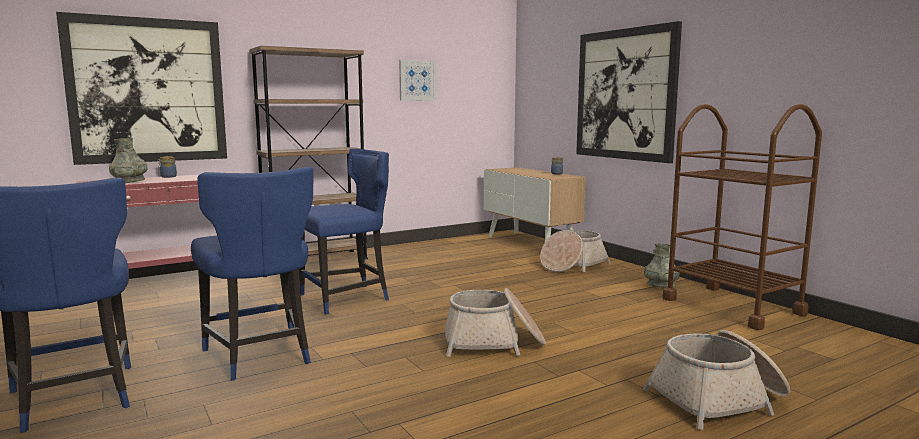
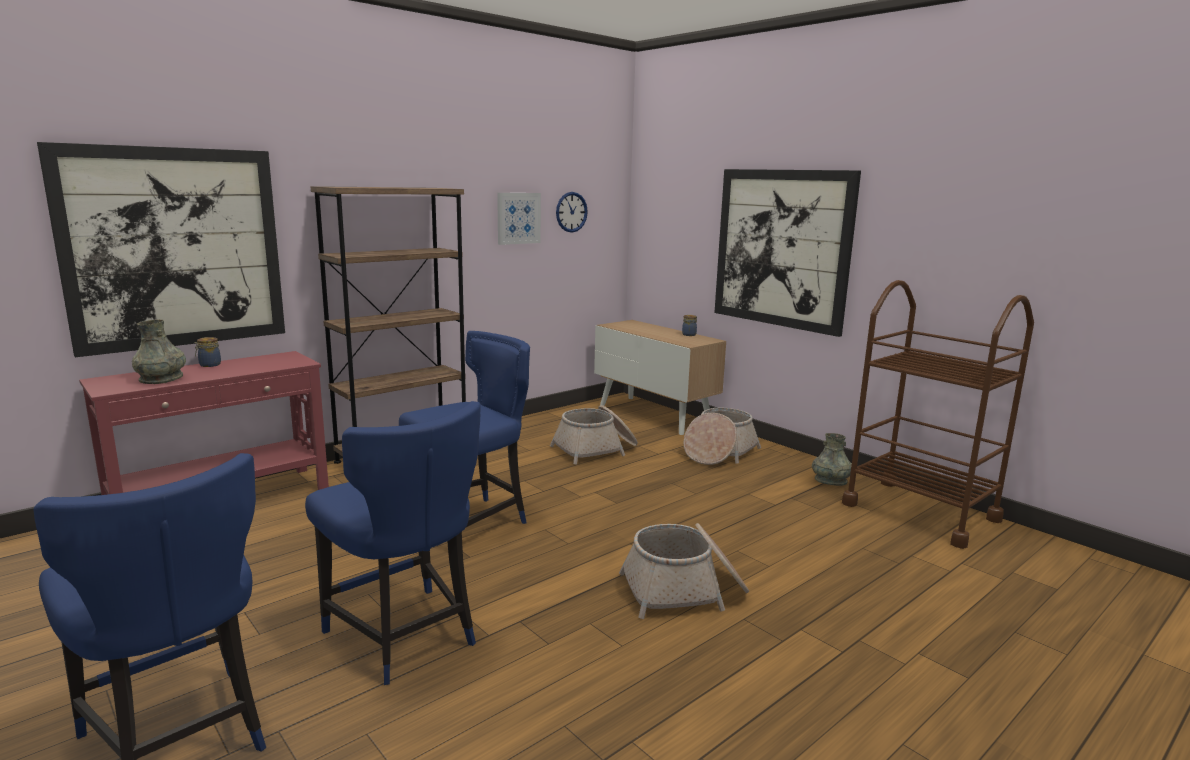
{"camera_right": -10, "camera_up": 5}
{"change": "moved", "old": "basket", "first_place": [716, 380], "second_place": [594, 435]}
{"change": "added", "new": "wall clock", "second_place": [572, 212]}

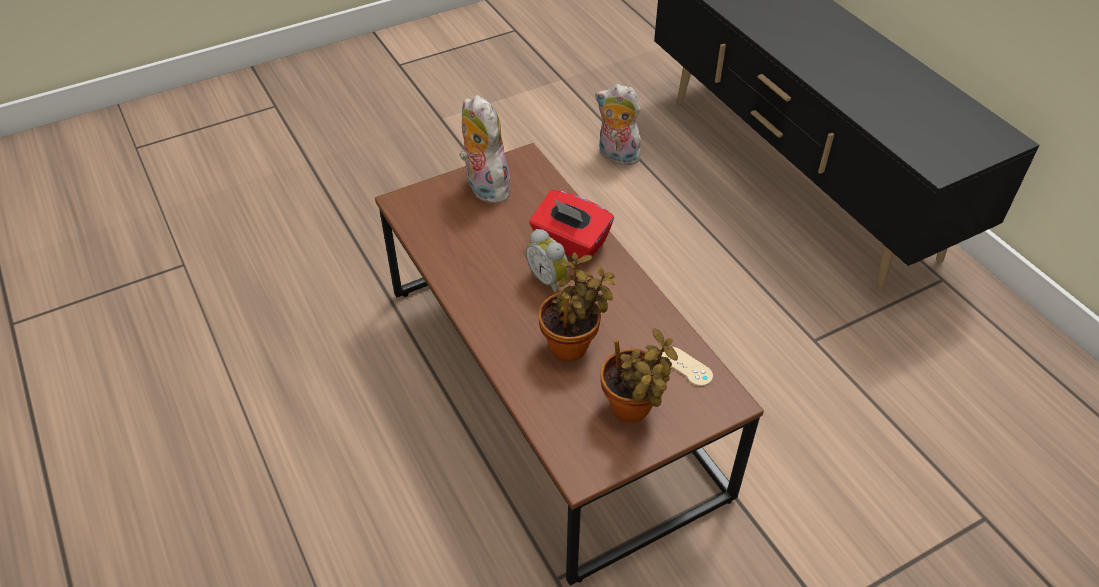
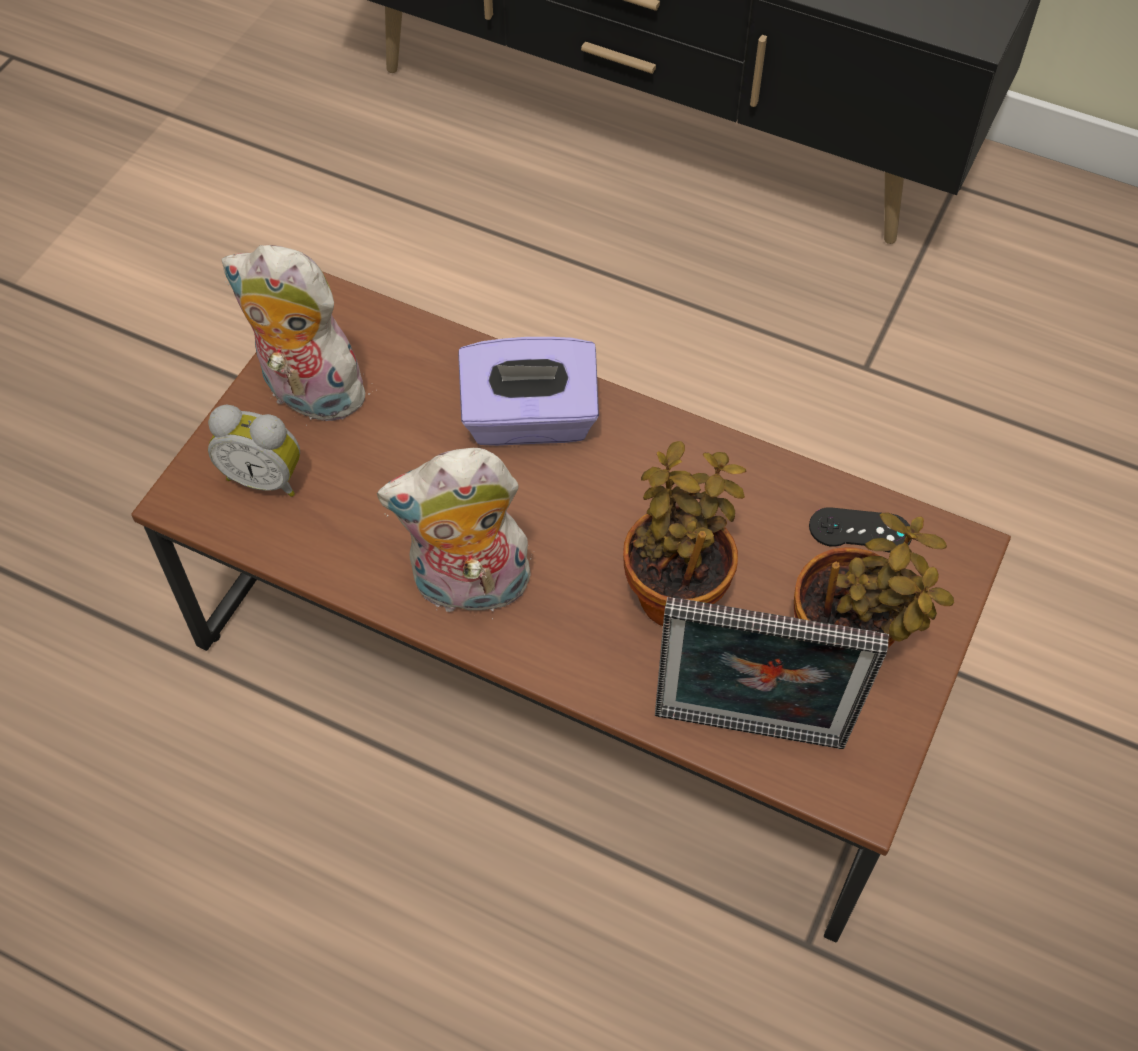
{"camera_right": -35, "camera_up": 10}
{"change": "moved", "old": "alarm clock", "first_place": [547, 261], "second_place": [254, 451]}
{"change": "recoloured", "old": "tissue box/red", "new": "tissue box/purple", "first_place": [571, 226], "second_place": [528, 391]}
{"change": "moved", "old": "plush toy", "first_place": [619, 124], "second_place": [454, 534]}
{"change": "recoloured", "old": "game controller/beige", "new": "game controller/black", "first_place": [687, 366], "second_place": [860, 530]}
{"change": "added", "new": "picture frame", "second_place": [772, 673]}

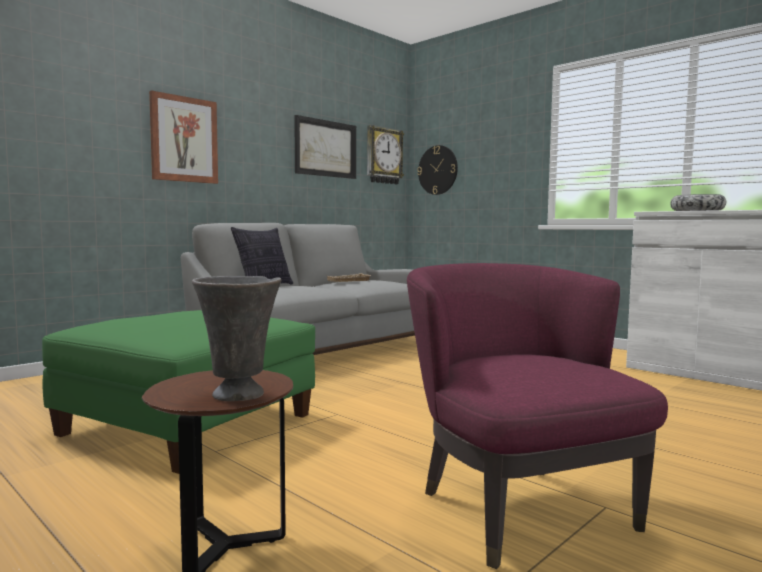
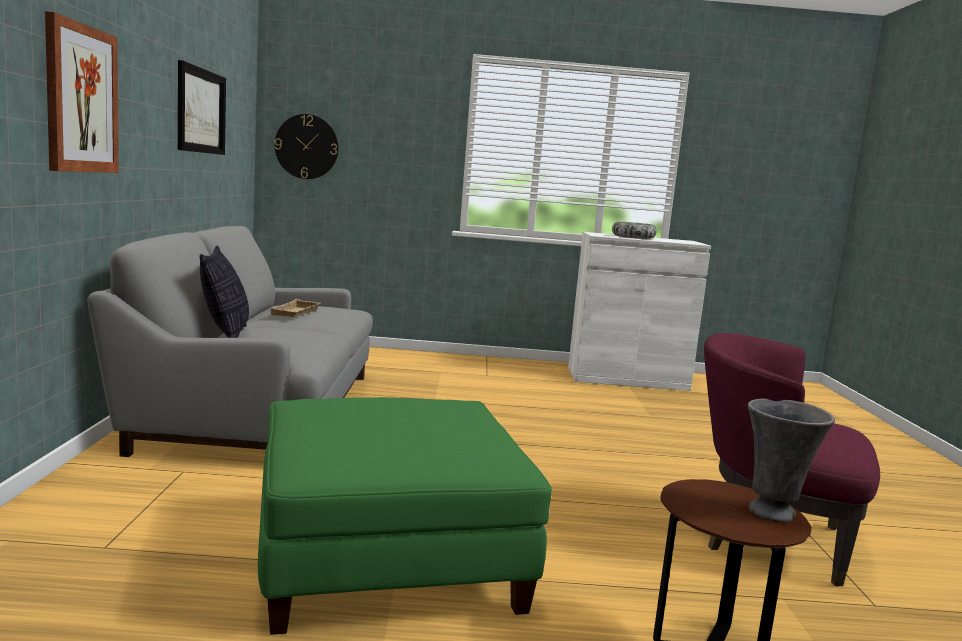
{"camera_right": -45, "camera_up": 5}
{"change": "removed", "old": "wall clock", "first_place": [385, 154]}

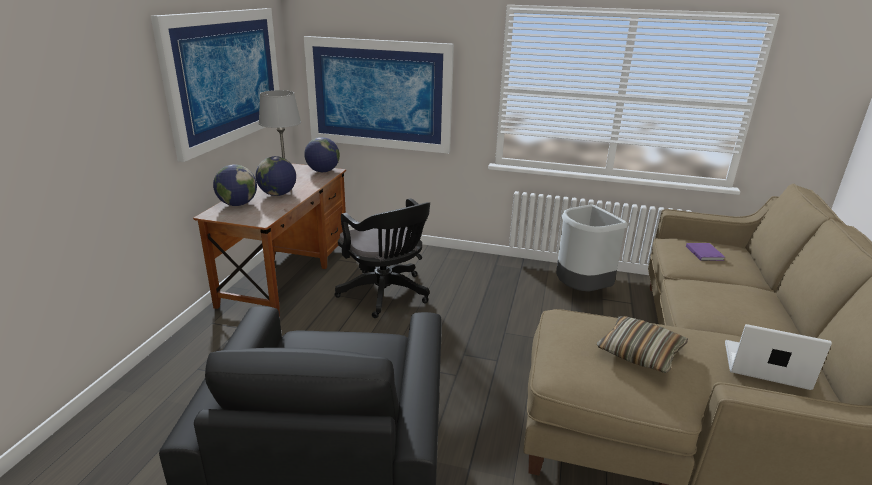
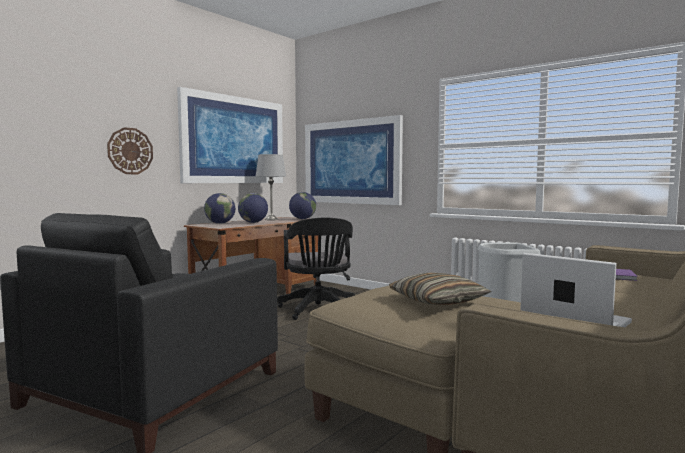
{"camera_right": 25, "camera_up": -20}
{"change": "added", "new": "wall clock", "second_place": [130, 150]}

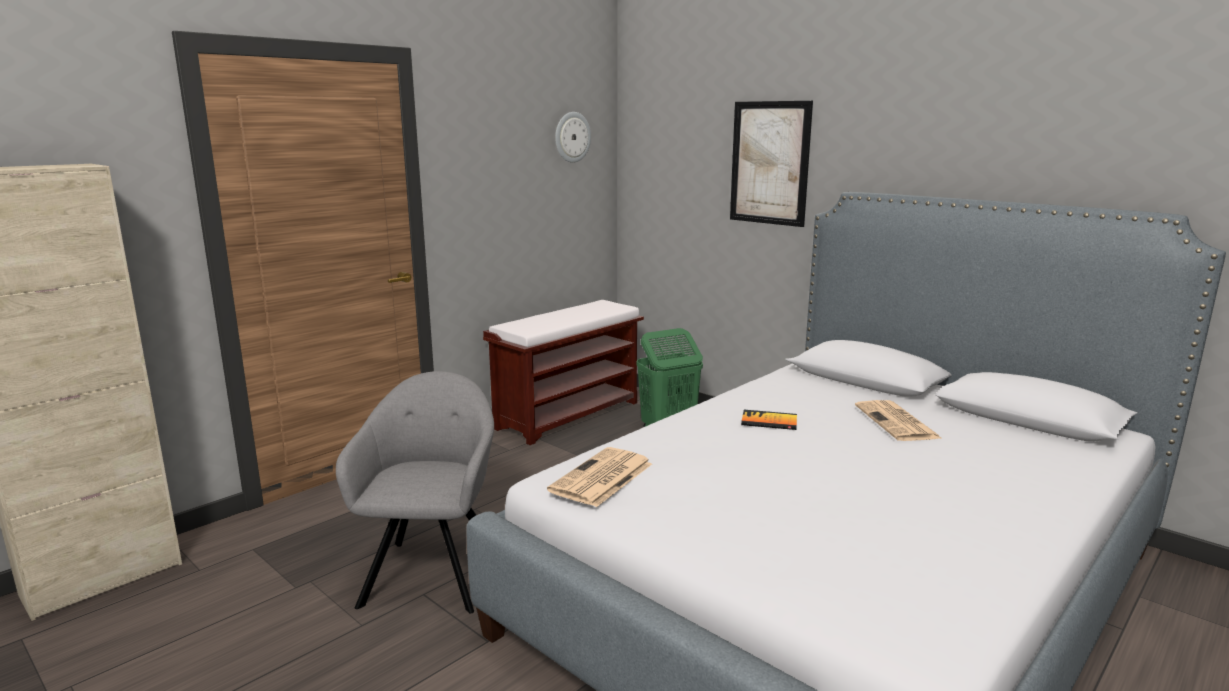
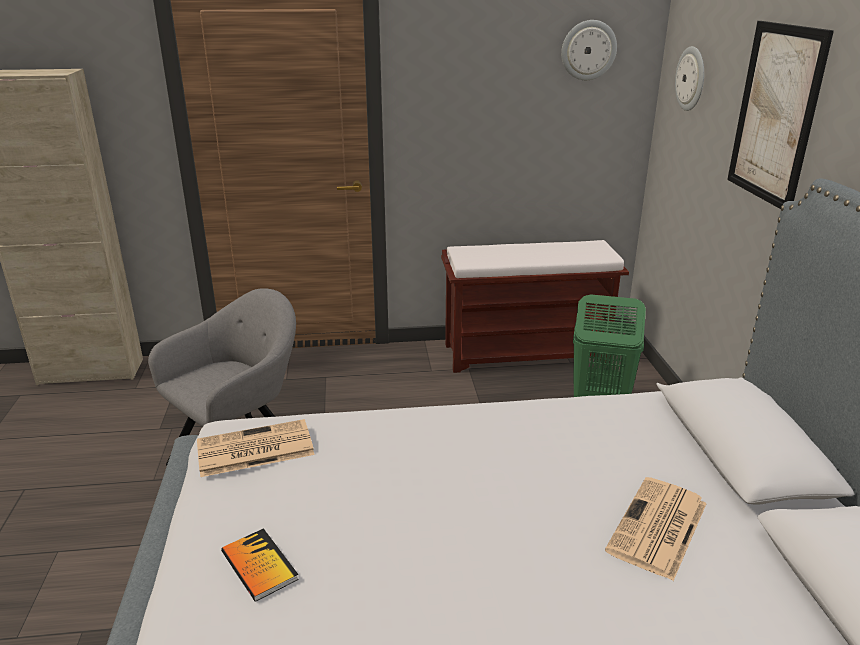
{"camera_right": 40, "camera_up": 10}
{"change": "moved", "old": "book", "first_place": [769, 420], "second_place": [260, 564]}
{"change": "added", "new": "wall clock", "second_place": [689, 78]}

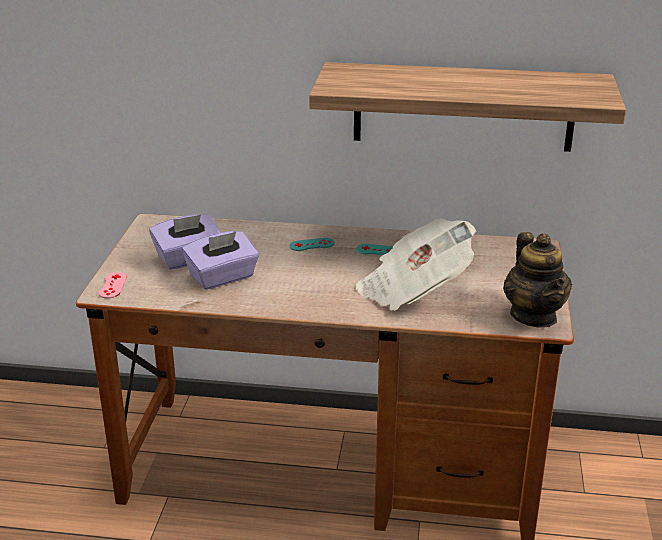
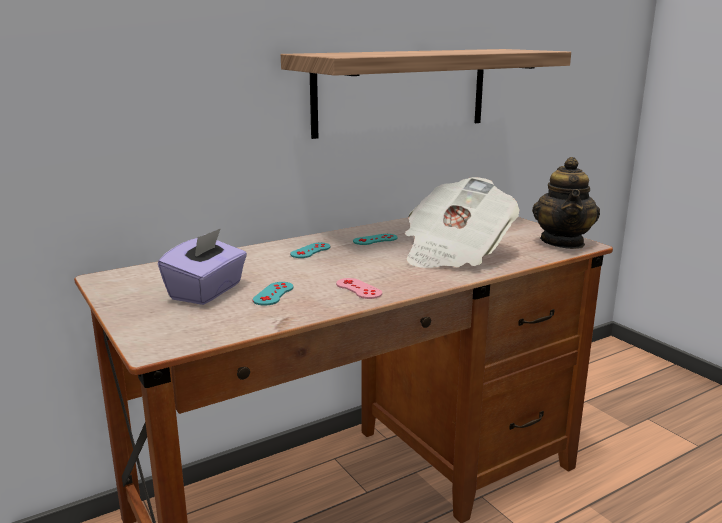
{"camera_right": -40, "camera_up": -10}
{"change": "moved", "old": "game controller/pink", "first_place": [112, 285], "second_place": [359, 288]}
{"change": "replaced", "old": "tissue box/purple", "new": "game controller/turquoise", "first_place": [220, 260], "second_place": [273, 294]}
{"change": "turned", "old": "teapot", "first_place": [537, 280], "second_place": [566, 203], "degrees": 60}

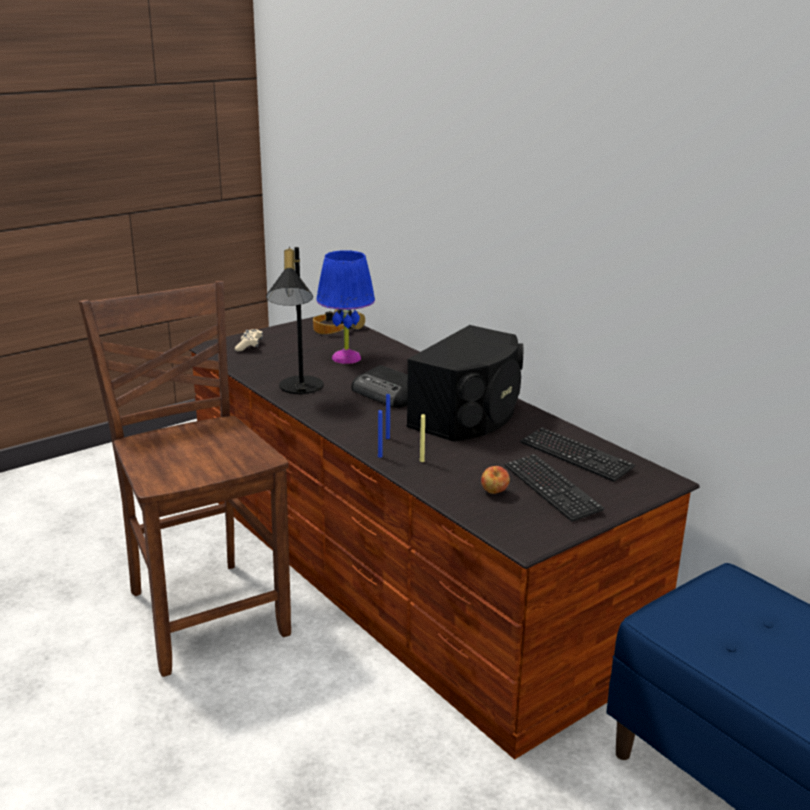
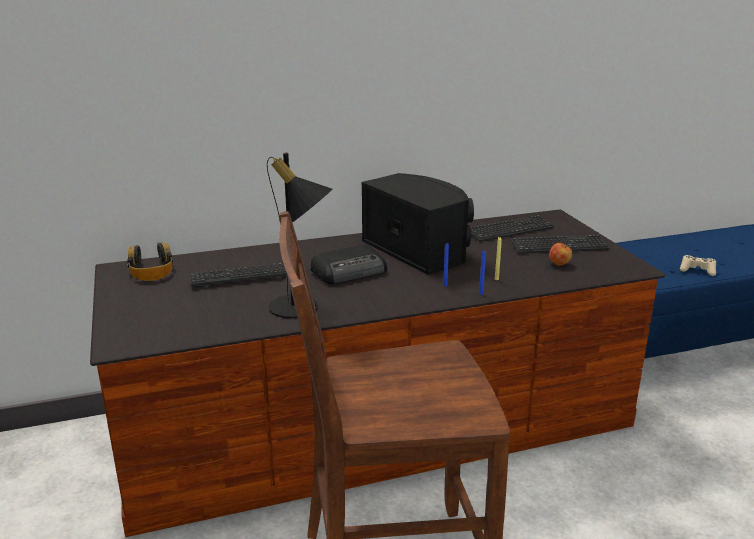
{"camera_right": -70, "camera_up": 0}
{"change": "moved", "old": "game controller/beige", "first_place": [249, 340], "second_place": [698, 265]}
{"change": "replaced", "old": "table lamp/blue", "new": "keyboard", "first_place": [345, 307], "second_place": [238, 275]}

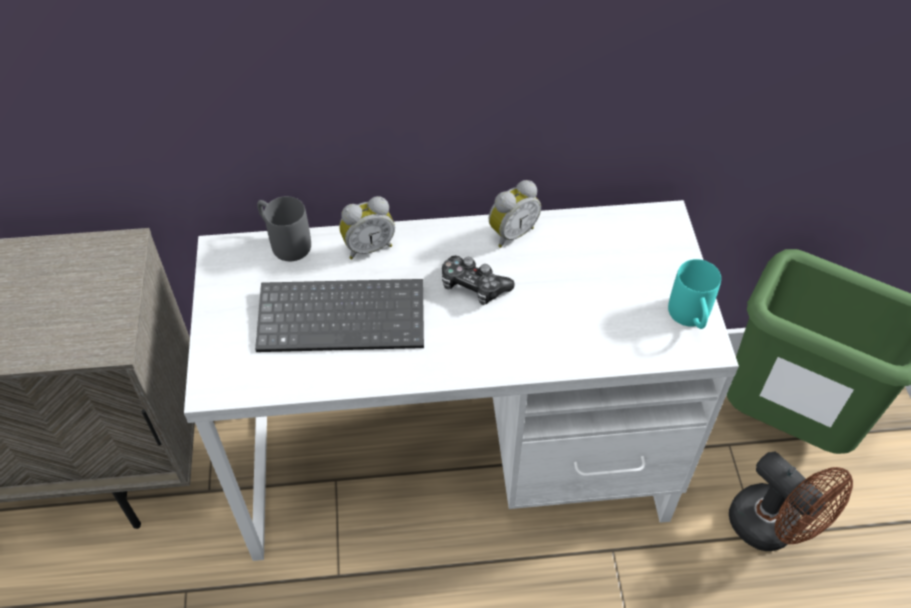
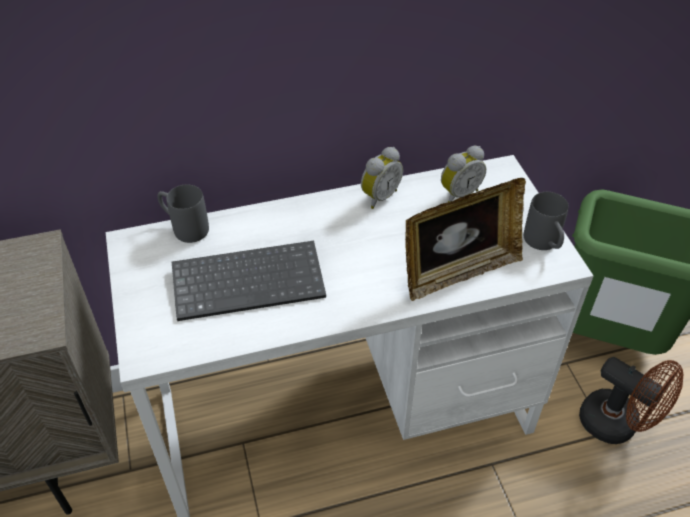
{"camera_right": -10, "camera_up": -5}
{"change": "moved", "old": "alarm clock", "first_place": [367, 227], "second_place": [463, 174]}
{"change": "removed", "old": "game controller", "first_place": [478, 280]}
{"change": "recoloured", "old": "mug/turquoise", "new": "mug/grey", "first_place": [694, 294], "second_place": [546, 221]}
{"change": "added", "new": "picture frame", "second_place": [465, 239]}

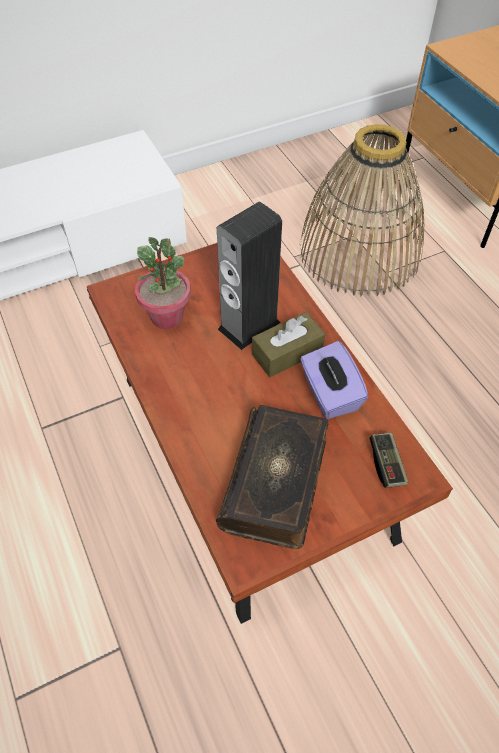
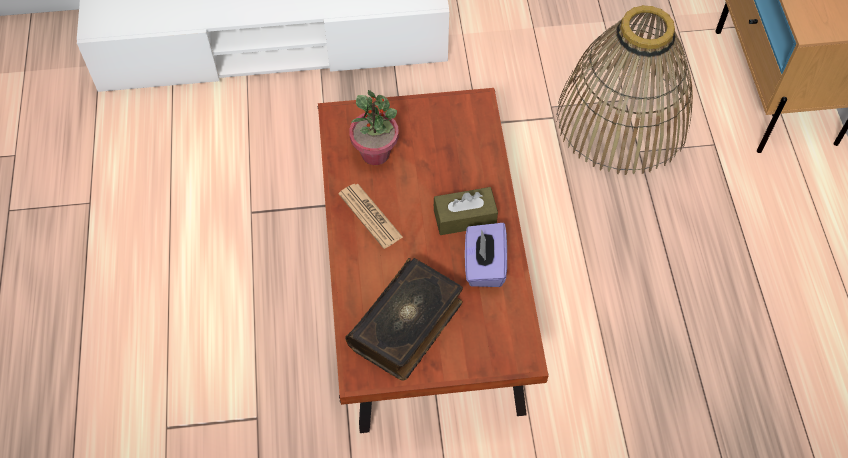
{"camera_right": 20, "camera_up": 5}
{"change": "removed", "old": "speaker", "first_place": [249, 276]}
{"change": "removed", "old": "game controller", "first_place": [389, 460]}
{"change": "added", "new": "newspaper", "second_place": [370, 216]}

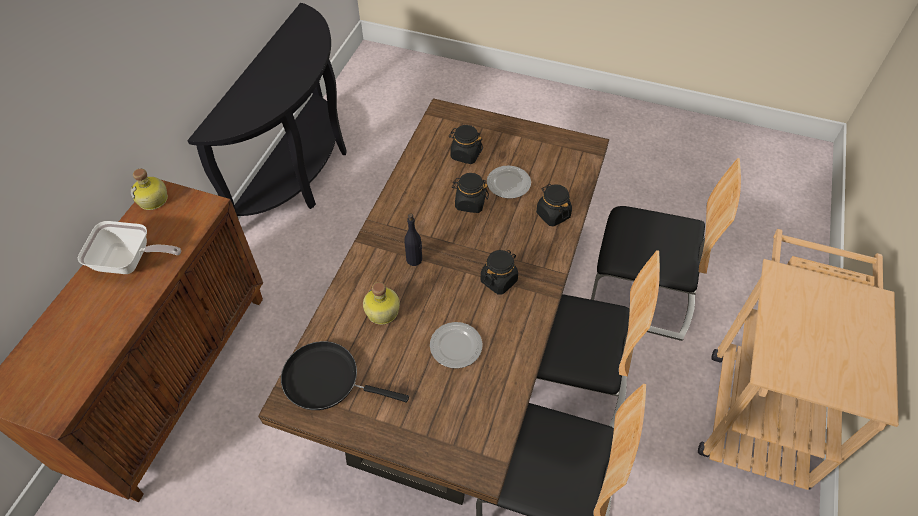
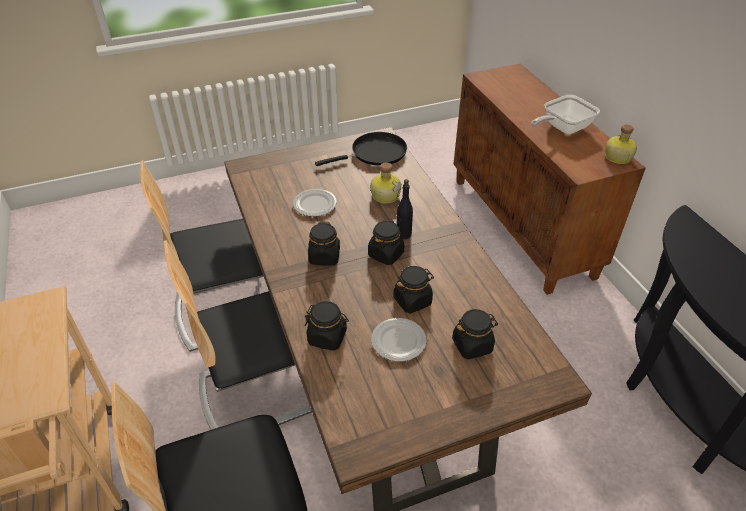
{"camera_right": 140, "camera_up": -10}
{"change": "added", "new": "jar/black", "second_place": [386, 243]}

